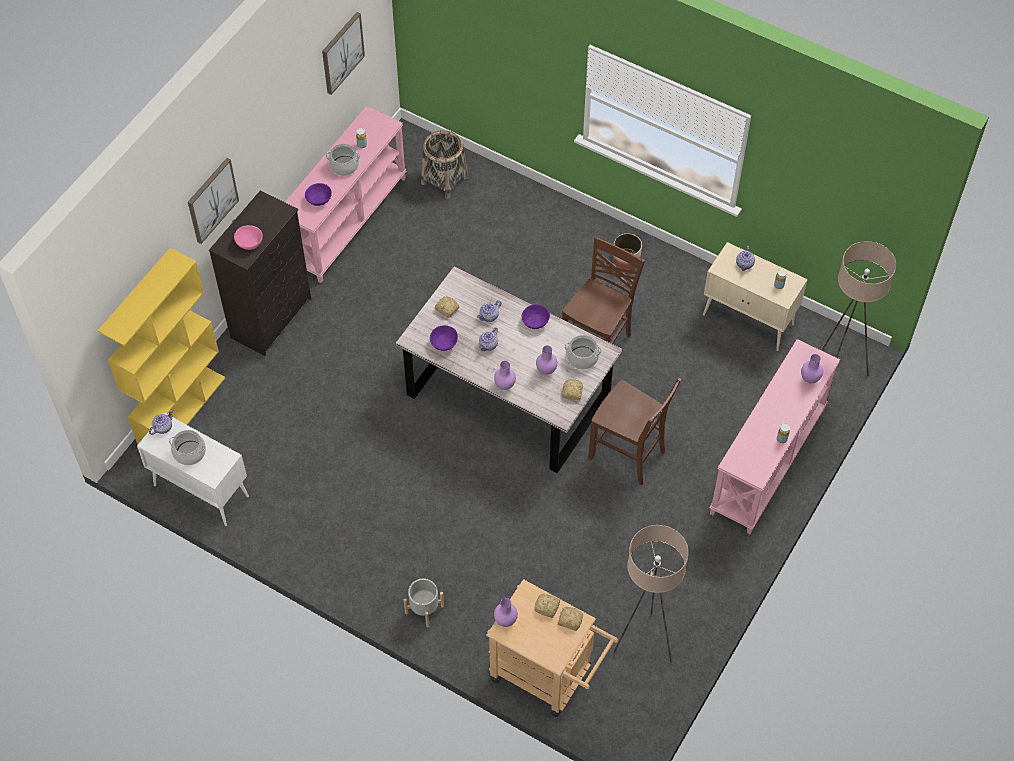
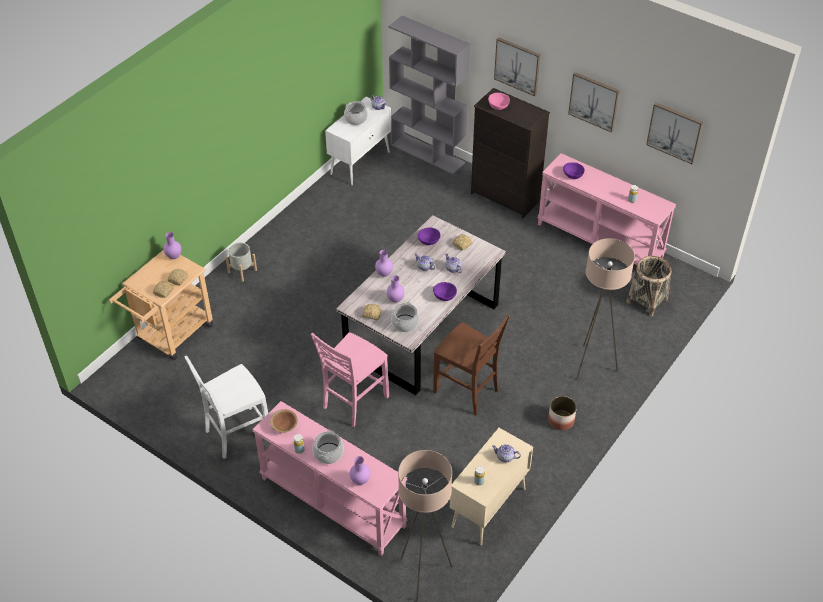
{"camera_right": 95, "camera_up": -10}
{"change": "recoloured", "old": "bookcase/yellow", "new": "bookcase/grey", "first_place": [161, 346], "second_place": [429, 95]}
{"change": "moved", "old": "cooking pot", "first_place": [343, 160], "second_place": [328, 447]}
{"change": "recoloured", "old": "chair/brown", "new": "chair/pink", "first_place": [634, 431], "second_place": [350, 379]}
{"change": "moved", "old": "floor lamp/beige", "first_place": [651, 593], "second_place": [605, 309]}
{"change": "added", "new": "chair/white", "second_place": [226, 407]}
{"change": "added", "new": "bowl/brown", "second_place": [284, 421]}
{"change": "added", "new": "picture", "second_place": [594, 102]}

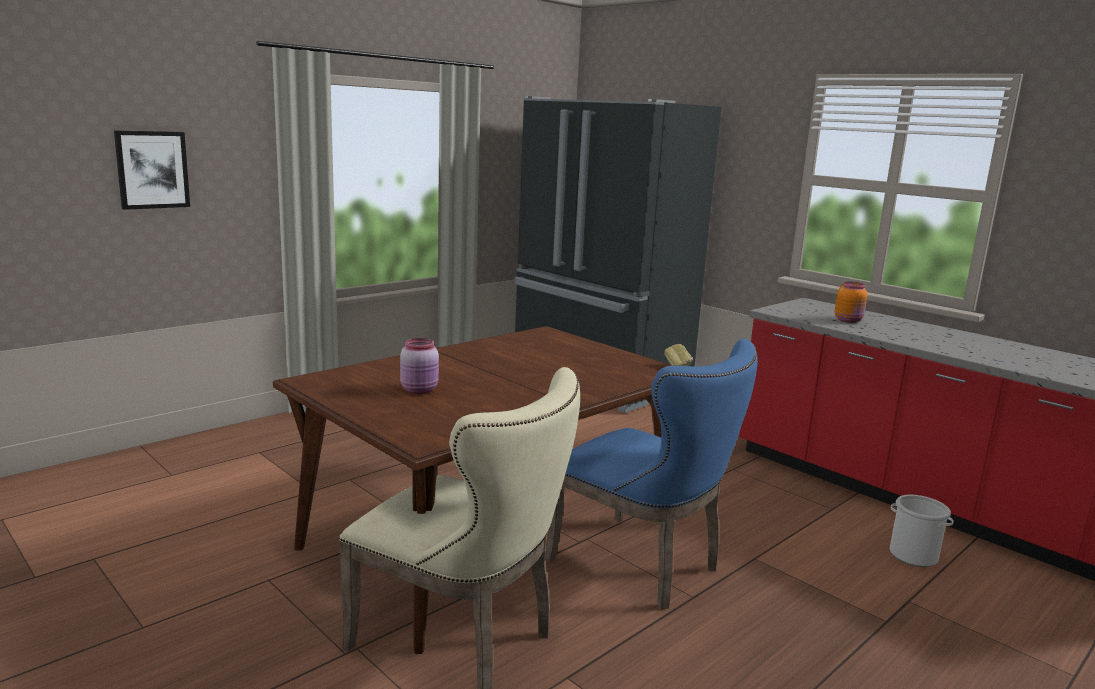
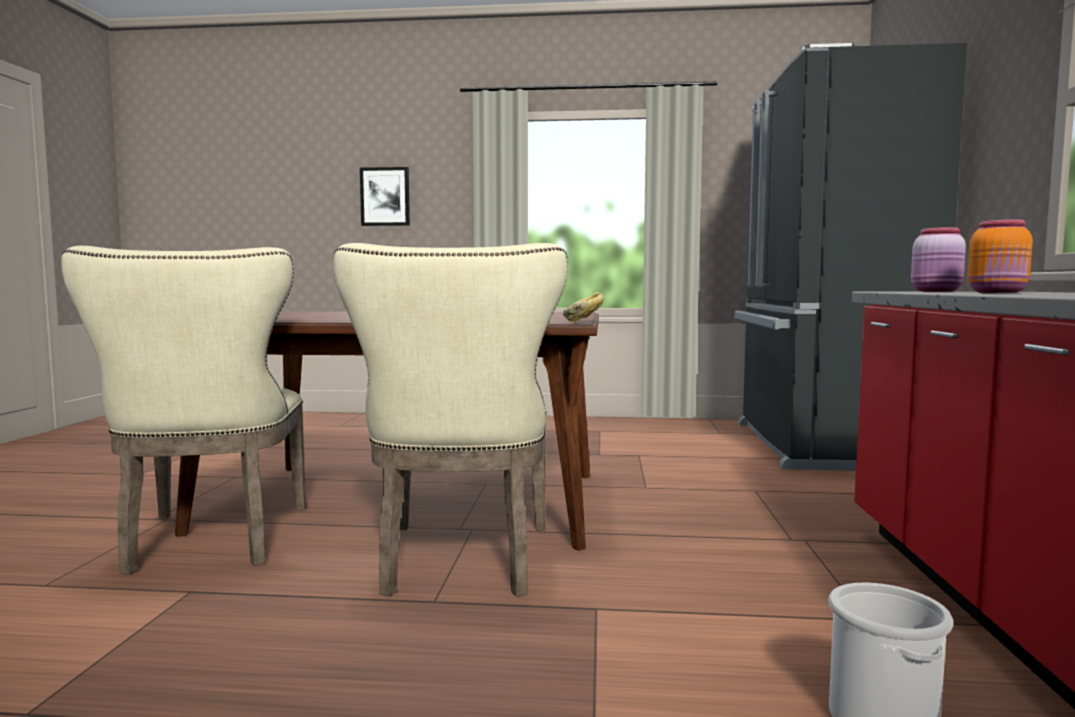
{"camera_right": 50, "camera_up": -10}
{"change": "moved", "old": "jar/pink", "first_place": [419, 366], "second_place": [938, 259]}
{"change": "recoloured", "old": "chair/blue", "new": "chair/beige", "first_place": [651, 474], "second_place": [450, 420]}

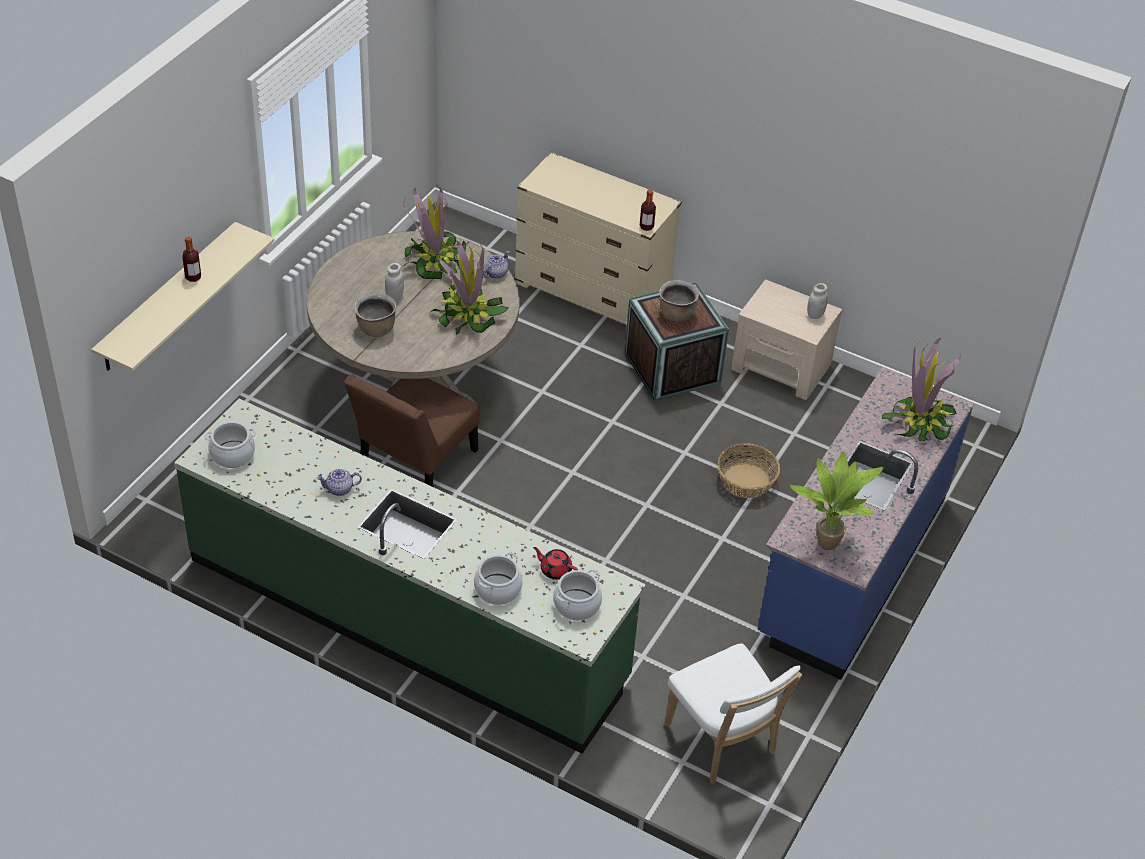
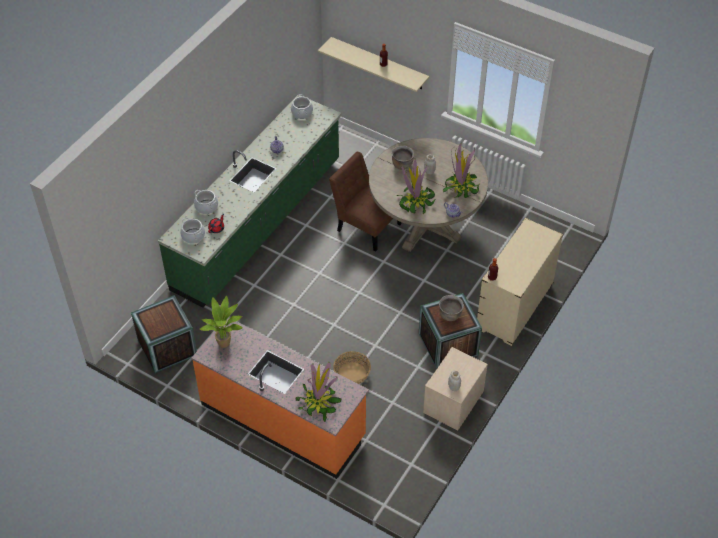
{"camera_right": 95, "camera_up": 5}
{"change": "replaced", "old": "chair/white", "new": "crate", "first_place": [733, 713], "second_place": [164, 334]}
{"change": "recoloured", "old": "counter/blue", "new": "counter/orange", "first_place": [866, 523], "second_place": [280, 398]}

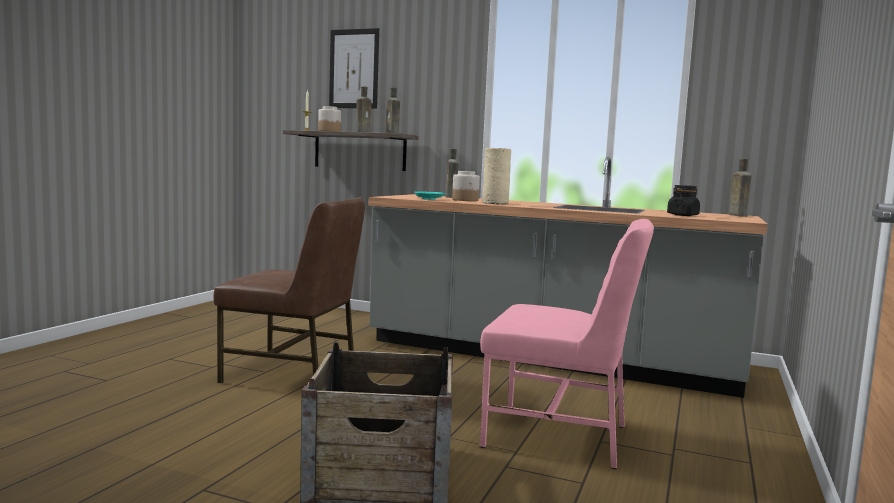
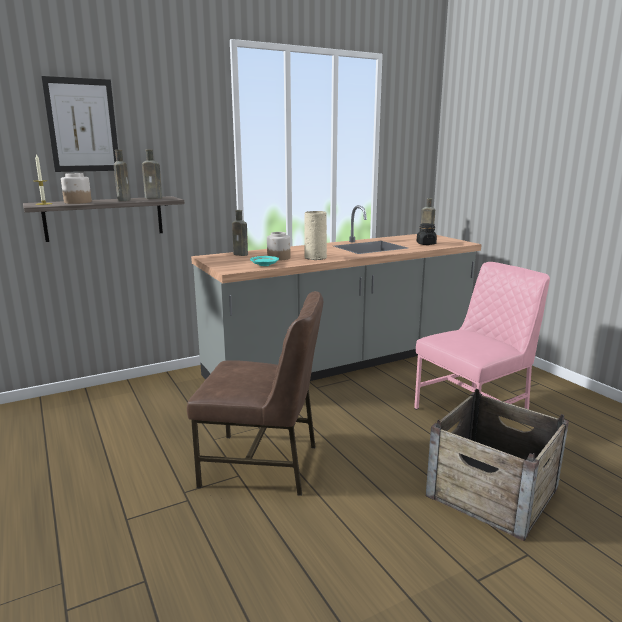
{"camera_right": -50, "camera_up": 10}
{"change": "turned", "old": "chair/brown", "first_place": [289, 290], "second_place": [255, 393], "degrees": 45}

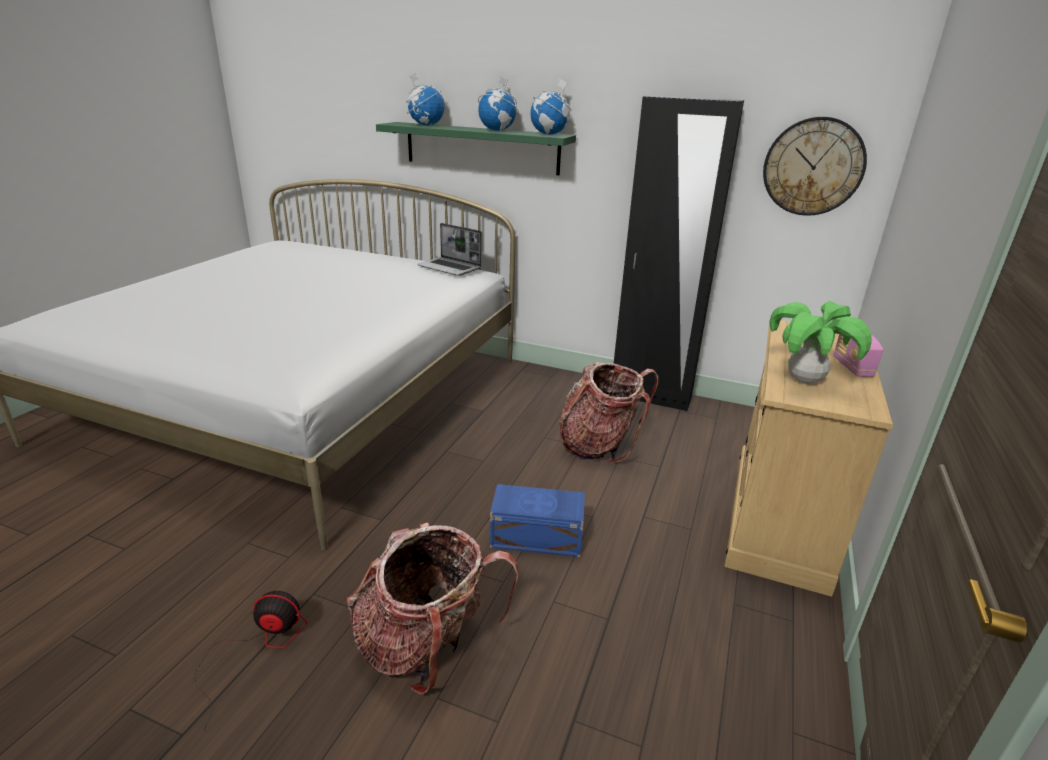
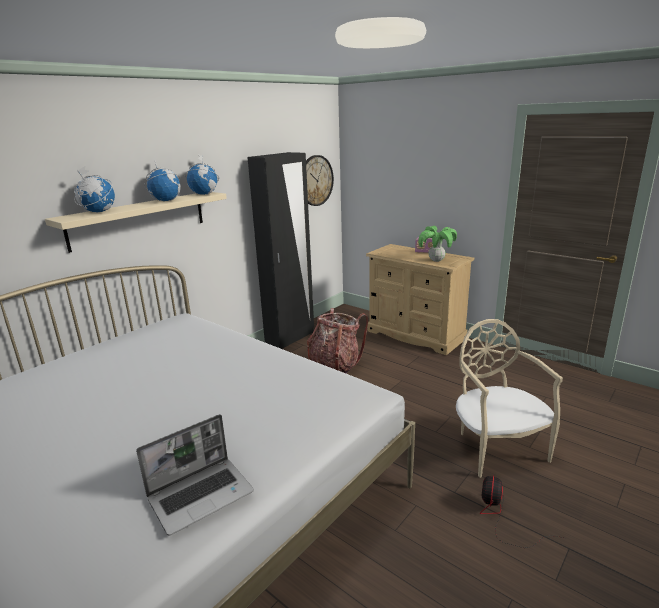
{"camera_right": -70, "camera_up": -5}
{"change": "replaced", "old": "backpack", "new": "chair/beige", "first_place": [432, 609], "second_place": [509, 398]}
{"change": "recoloured", "old": "shelf/green", "new": "shelf/beige", "first_place": [476, 148], "second_place": [136, 222]}
{"change": "moved", "old": "laptop", "first_place": [449, 249], "second_place": [195, 475]}
{"change": "removed", "old": "storage box/blue", "first_place": [537, 520]}

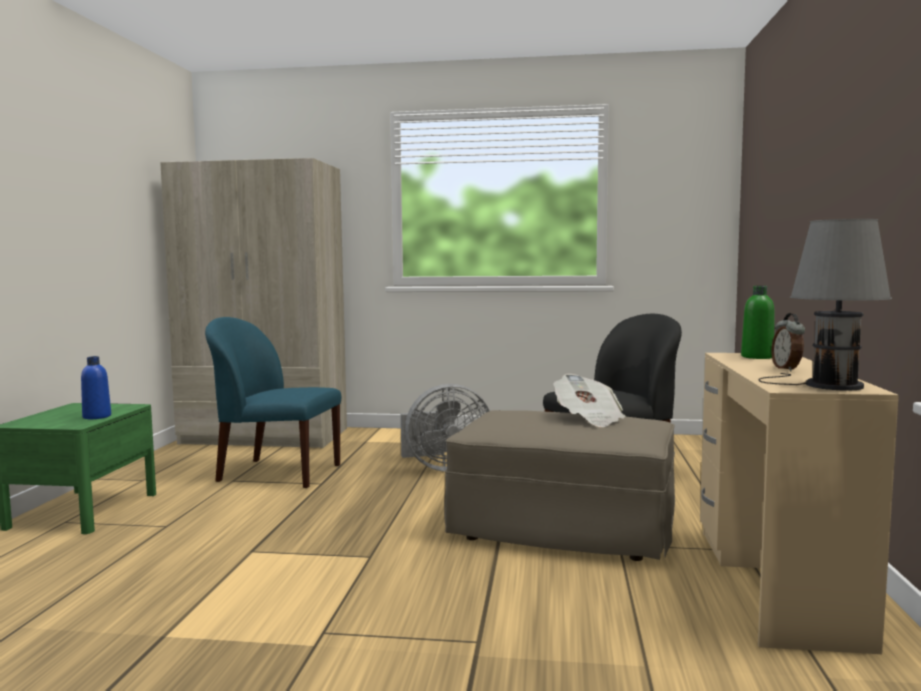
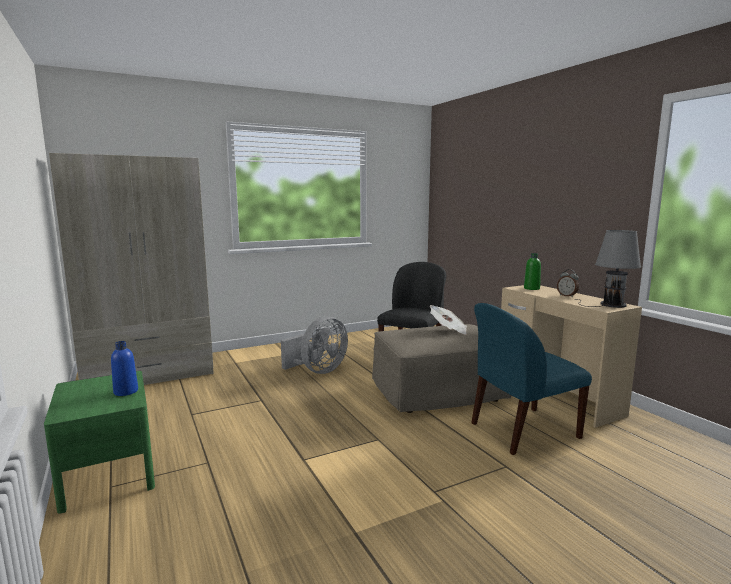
{"camera_right": -35, "camera_up": 5}
{"change": "moved", "old": "chair/blue", "first_place": [273, 402], "second_place": [531, 379]}

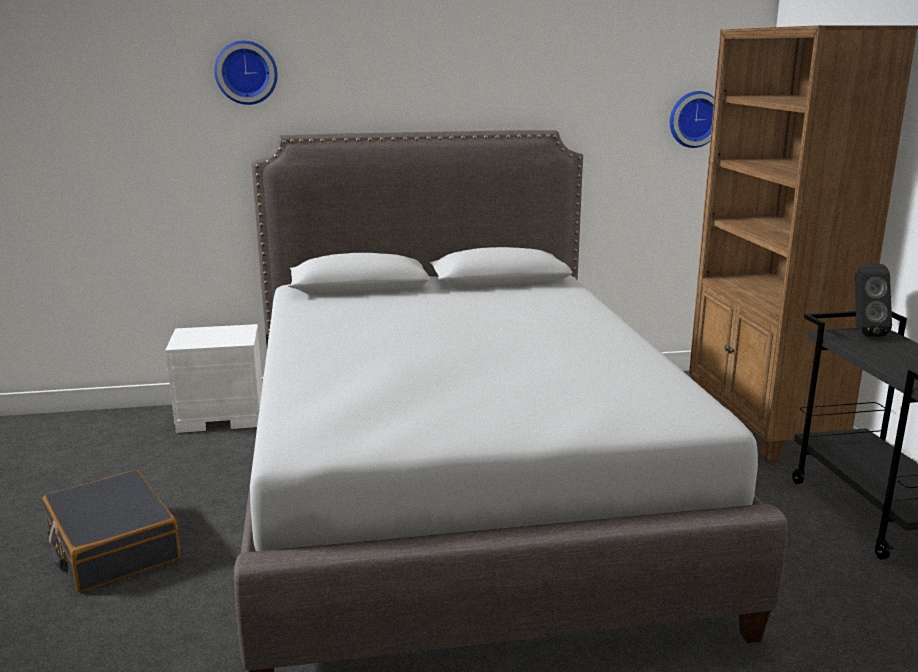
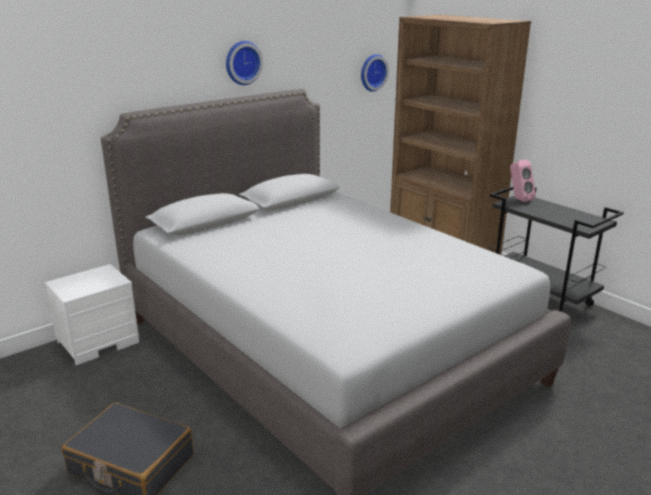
{"camera_right": -30, "camera_up": 5}
{"change": "moved", "old": "wall clock", "first_place": [246, 73], "second_place": [244, 63]}
{"change": "recoloured", "old": "speaker/black", "new": "speaker/pink", "first_place": [873, 300], "second_place": [523, 181]}

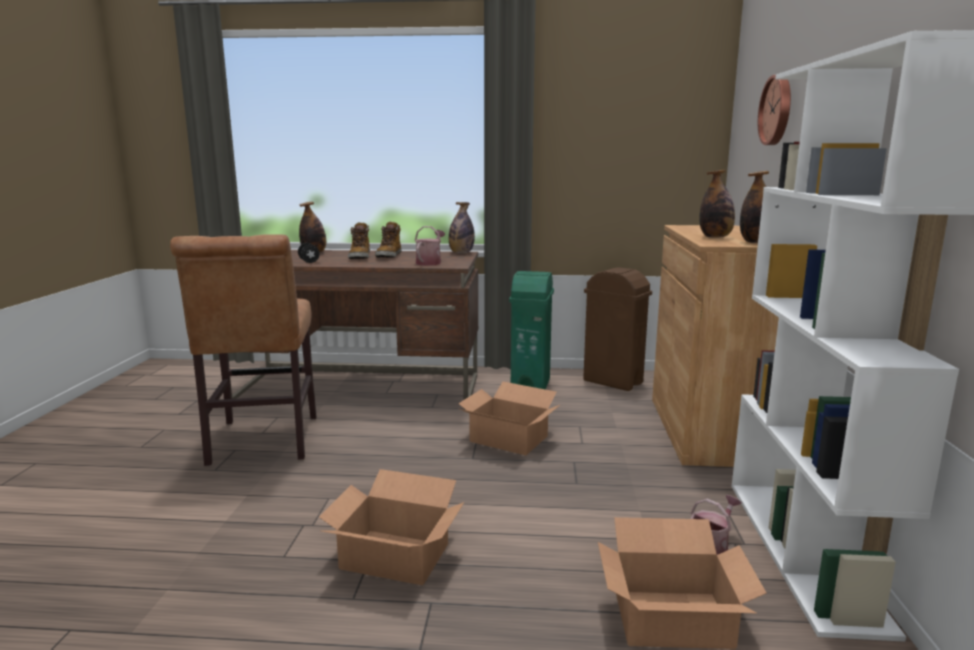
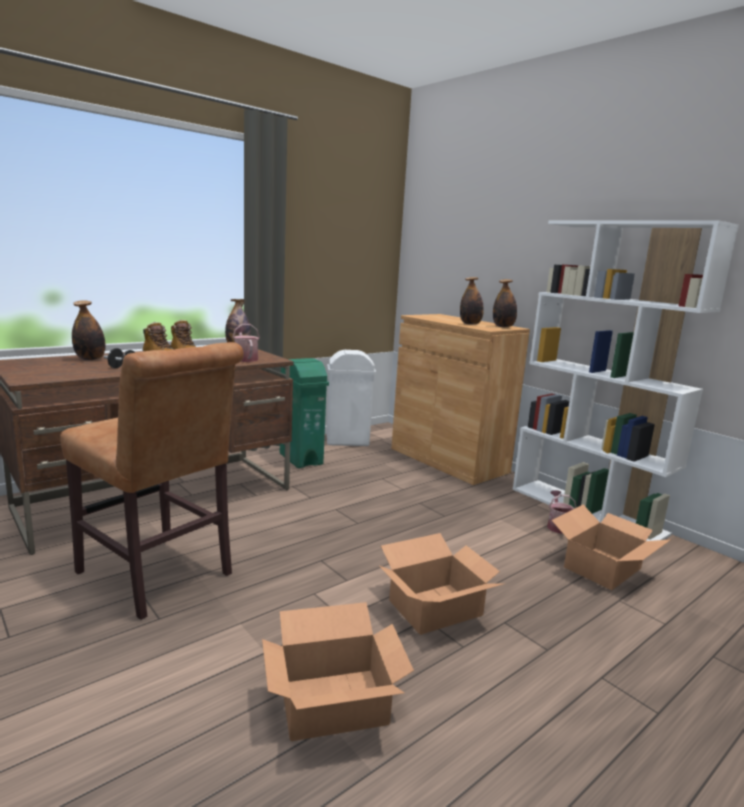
{"camera_right": -45, "camera_up": 0}
{"change": "moved", "old": "cardboard box", "first_place": [509, 418], "second_place": [338, 671]}
{"change": "recoloured", "old": "trash can/brown", "new": "trash can/white", "first_place": [617, 329], "second_place": [351, 398]}
{"change": "removed", "old": "wall clock", "first_place": [774, 110]}

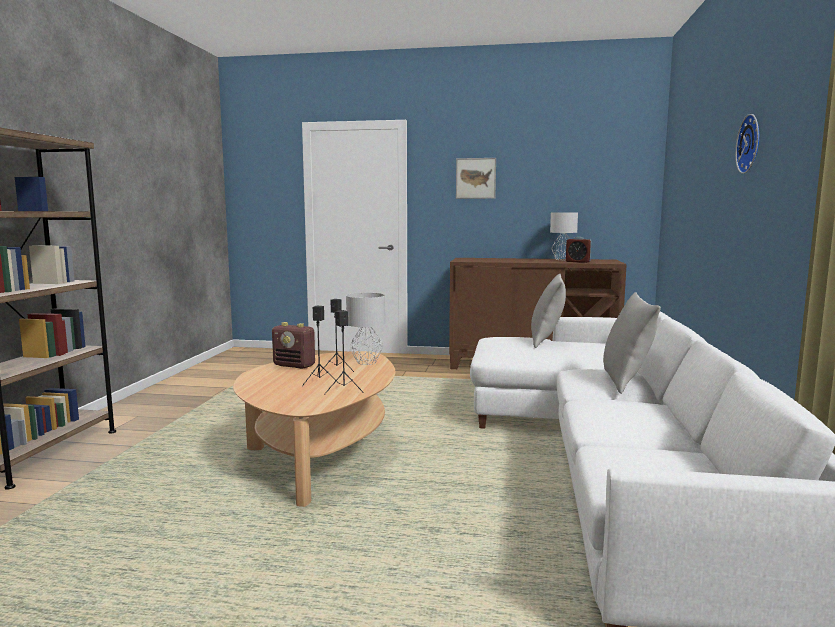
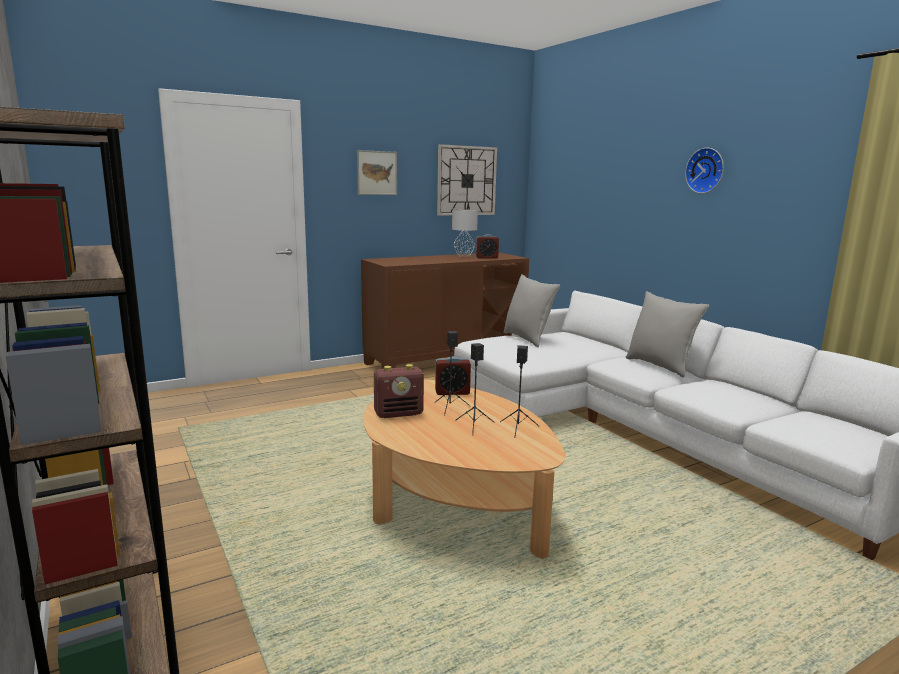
{"camera_right": -40, "camera_up": 5}
{"change": "replaced", "old": "table lamp/grey", "new": "alarm clock", "first_place": [365, 329], "second_place": [453, 375]}
{"change": "added", "new": "wall clock", "second_place": [467, 180]}

